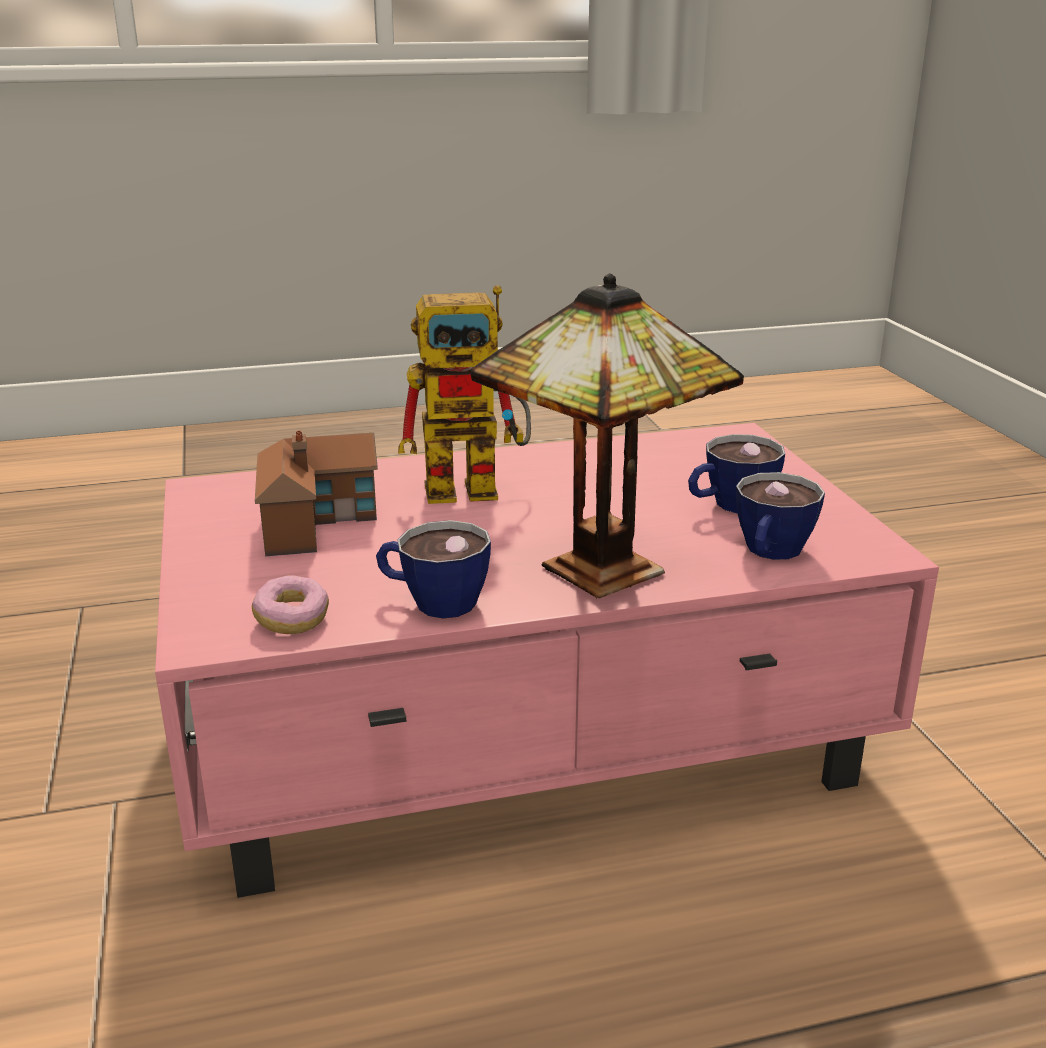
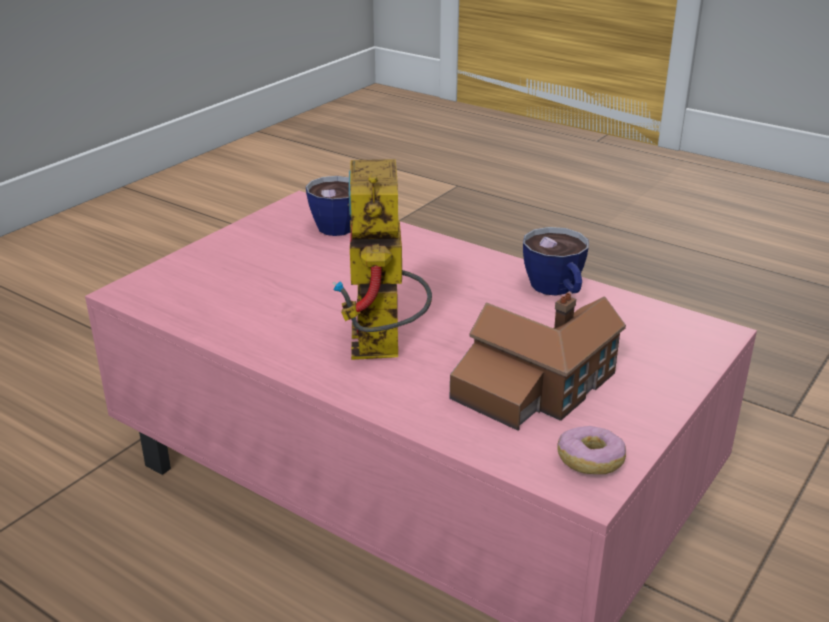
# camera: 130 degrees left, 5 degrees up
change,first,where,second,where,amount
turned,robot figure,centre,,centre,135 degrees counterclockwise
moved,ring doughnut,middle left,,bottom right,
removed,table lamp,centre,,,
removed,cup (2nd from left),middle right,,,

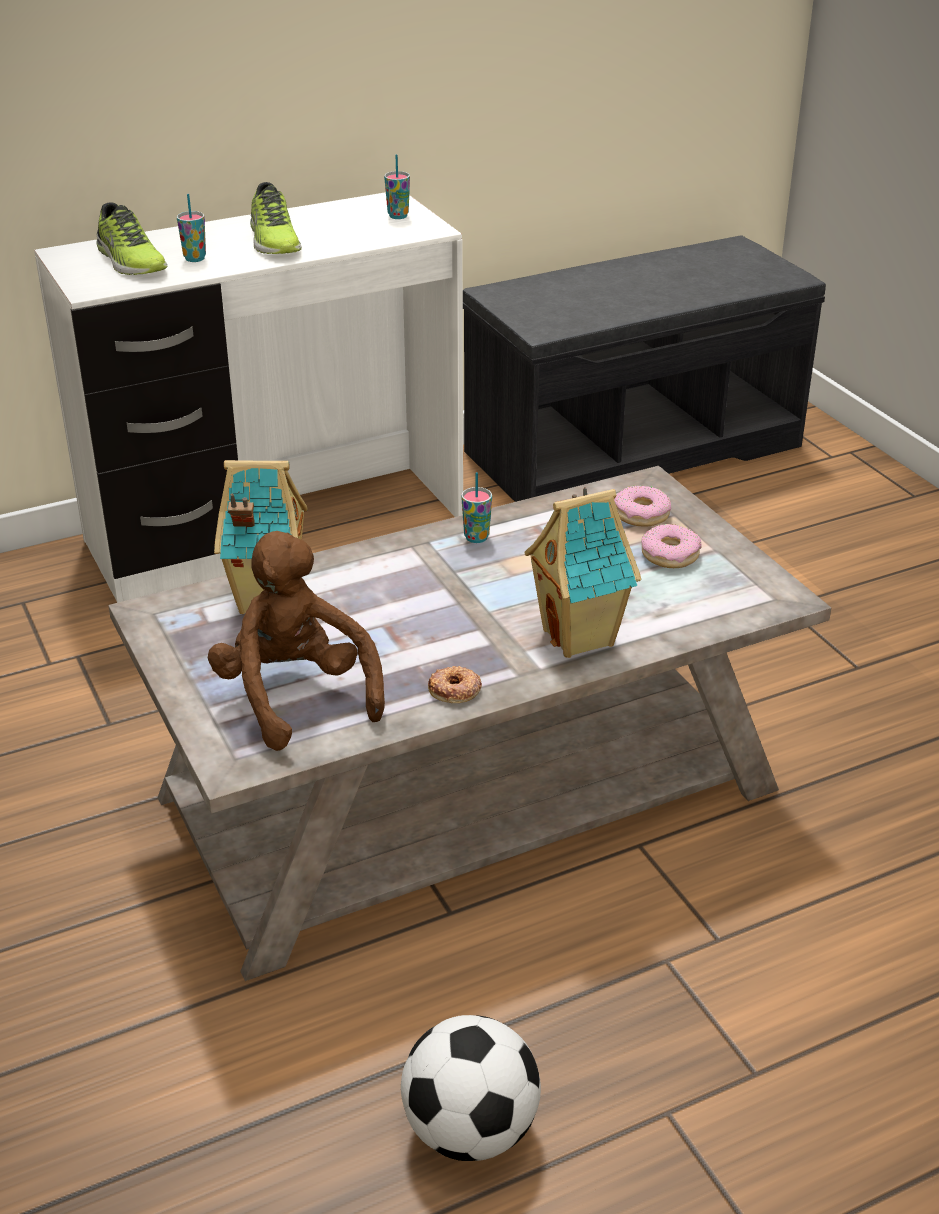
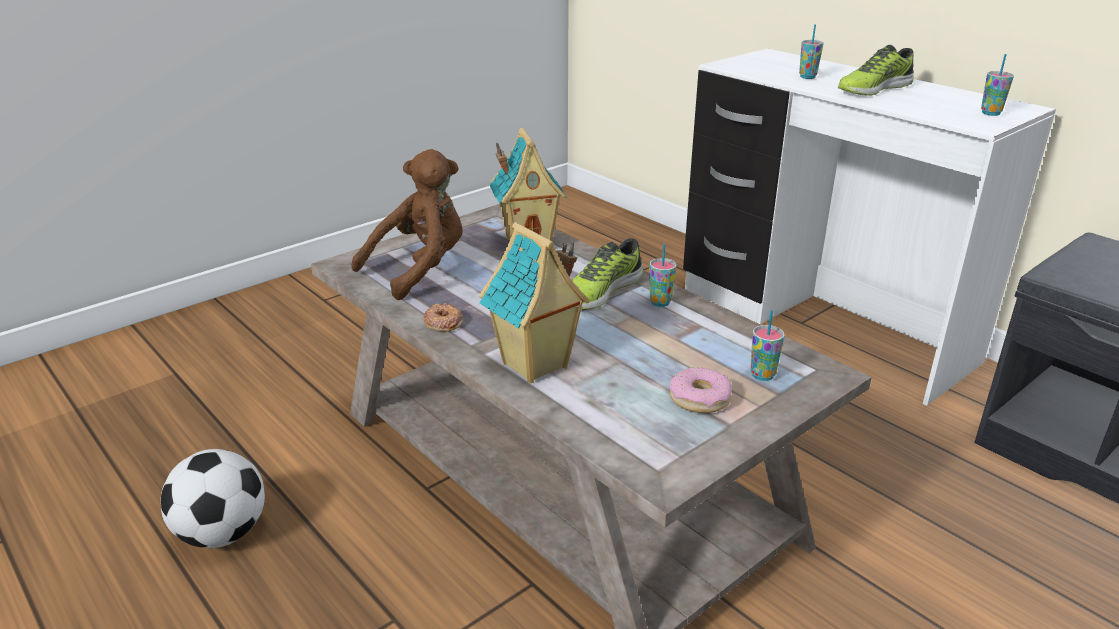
# camera: 75 degrees right, 5 degrees down
change,first,where,second,where,amount
moved,item of footwear (1st from left),top left,,centre,
replaced,ring doughnut (2nd from left),middle right,cup (2nd from left),middle right,

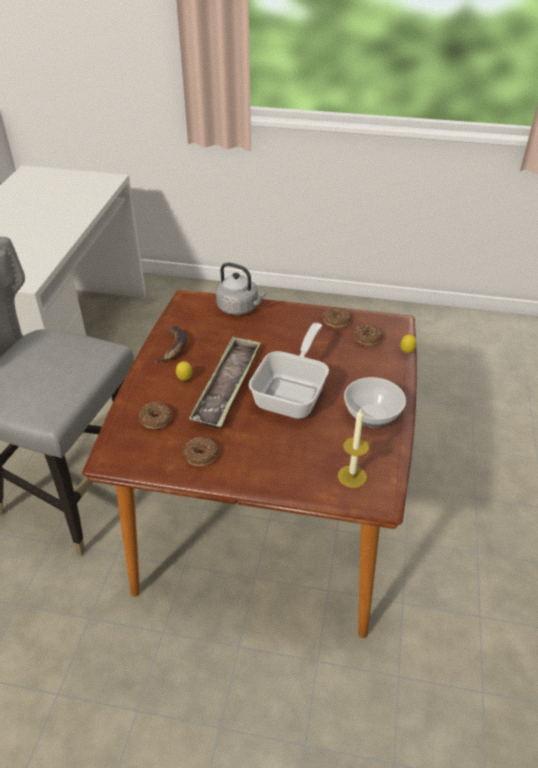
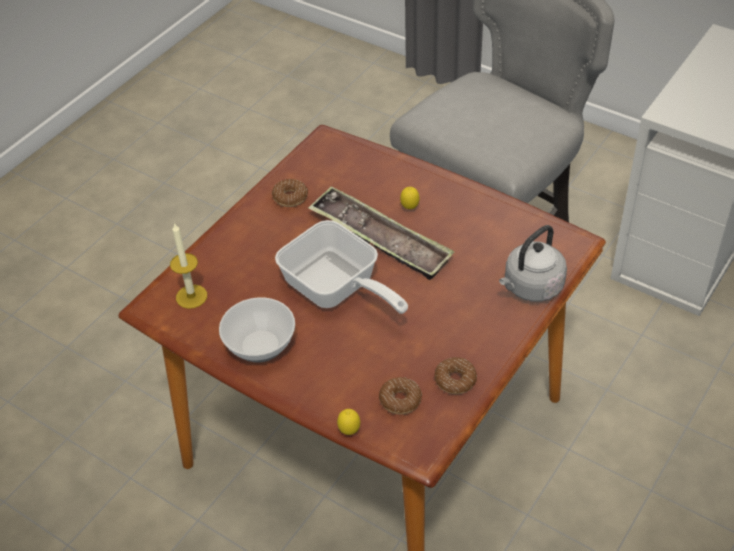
# camera: 115 degrees right, 5 degrees up
change,first,where,second,where,amount
removed,ring doughnut (1st from left),middle left,,,
removed,banana fruit,middle left,,,

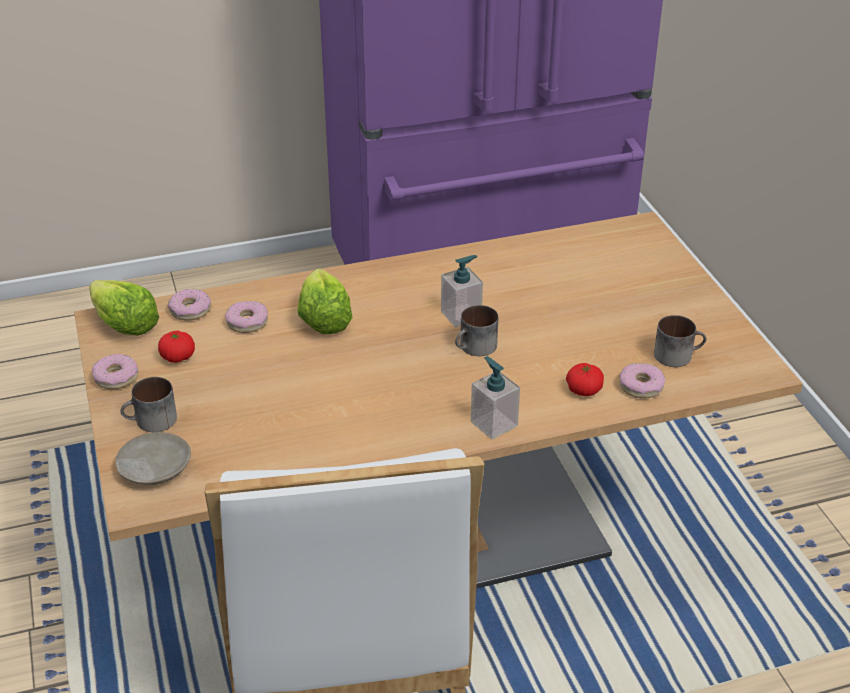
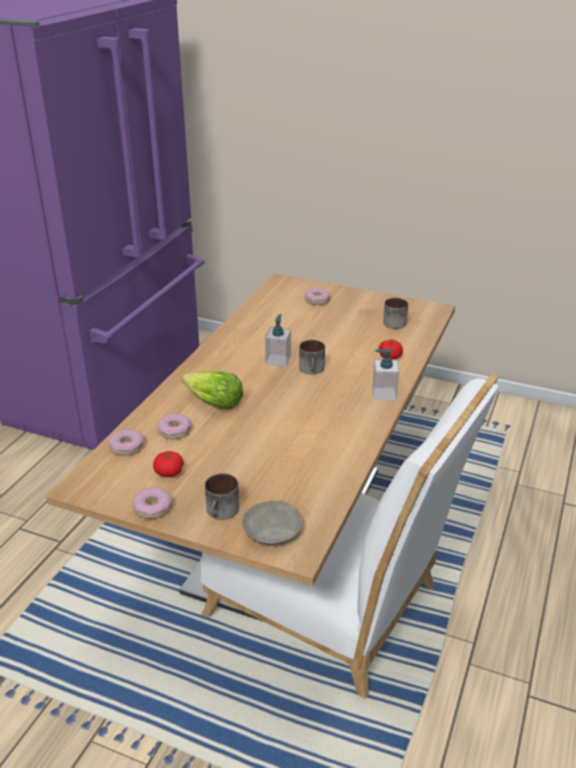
# camera: 50 degrees left, 5 degrees down
change,first,where,second,where,amount
moved,ring doughnut (4th from left),middle right,,centre,
removed,head of lettuce (1st from left),middle left,,,

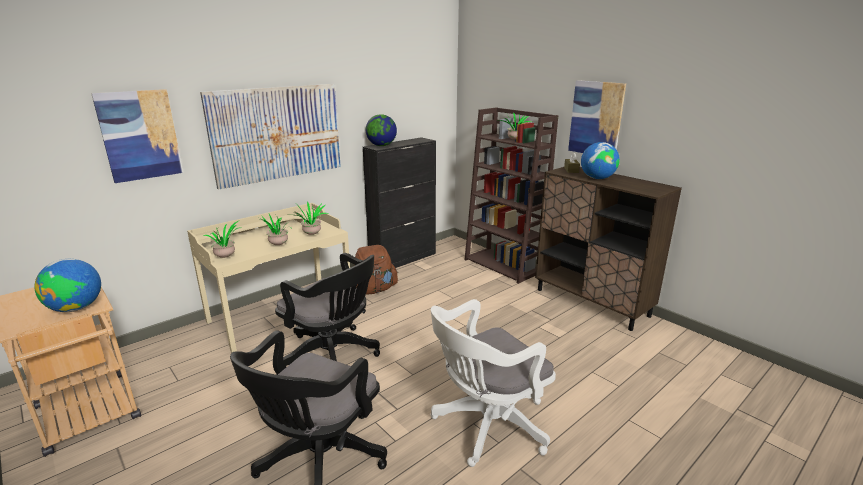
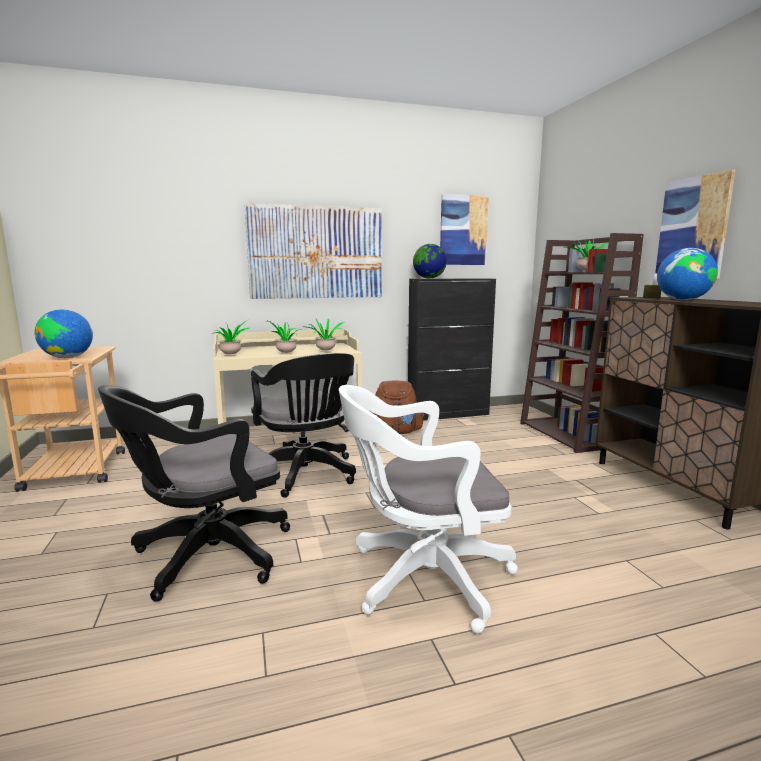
# camera: 25 degrees right, 10 degrees down
change,first,where,second,where,amount
moved,picture (1st from left in the first image),top left,picture (2nd from left),top centre,

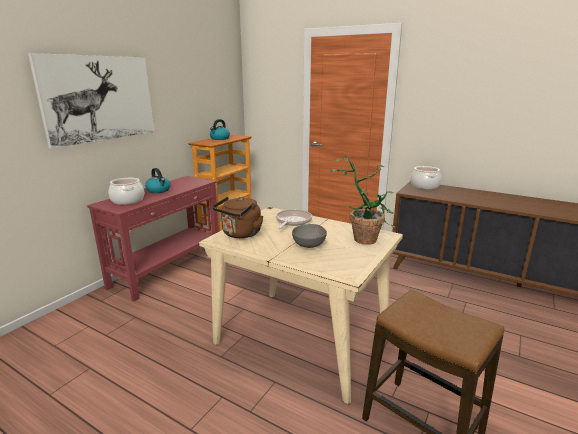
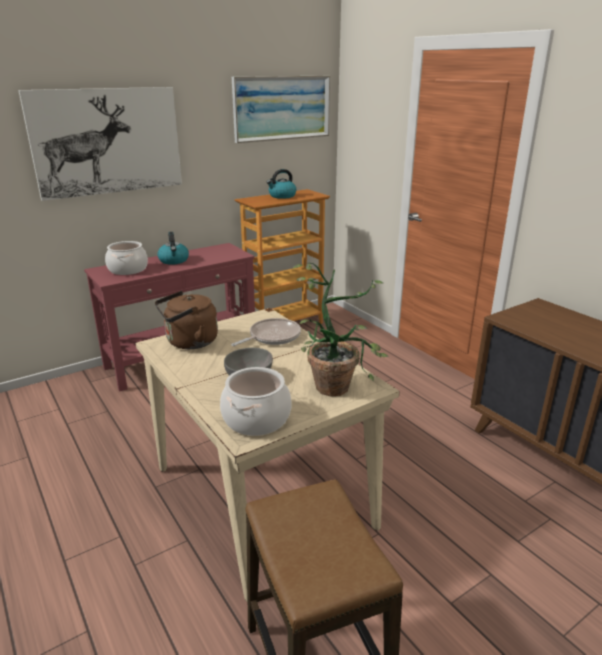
# camera: 25 degrees right, 5 degrees up
change,first,where,second,where,amount
moved,saucepot (2nd from left),middle right,,centre,
added,,,picture (2nd from left),top centre,

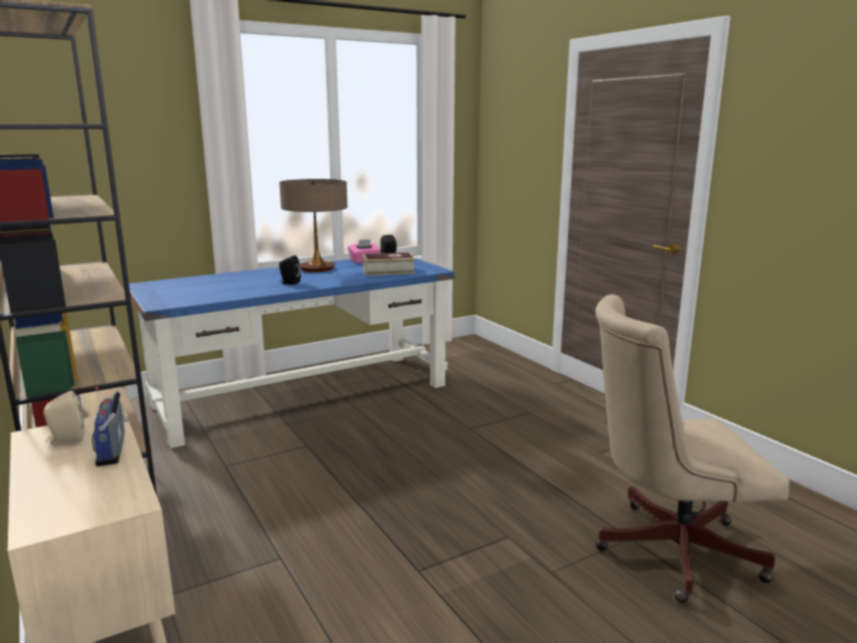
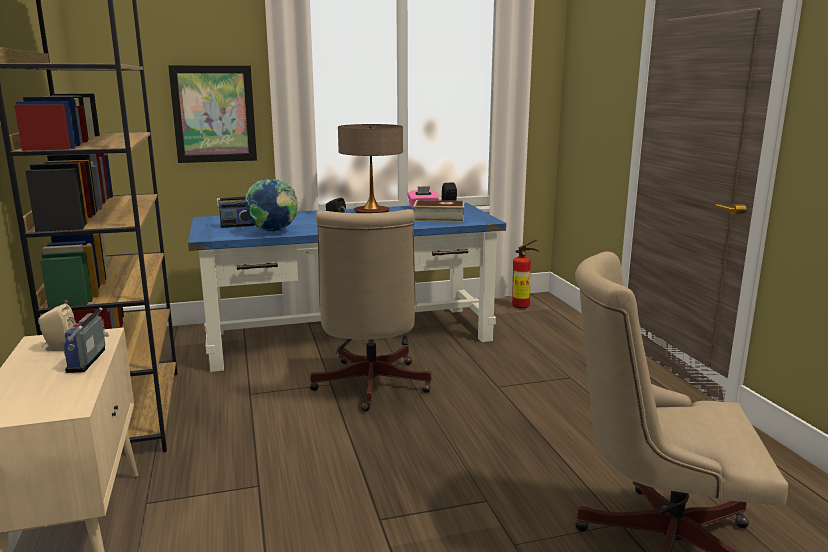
# camera: 15 degrees right, 0 degrees up
change,first,where,second,where,amount
added,,,picture,top left,
added,,,radio set (2nd from left),middle left,
added,,,desk globe,middle left,
added,,,desk chair (beige) (1st from left),centre,
added,,,fire extinguisher,centre,

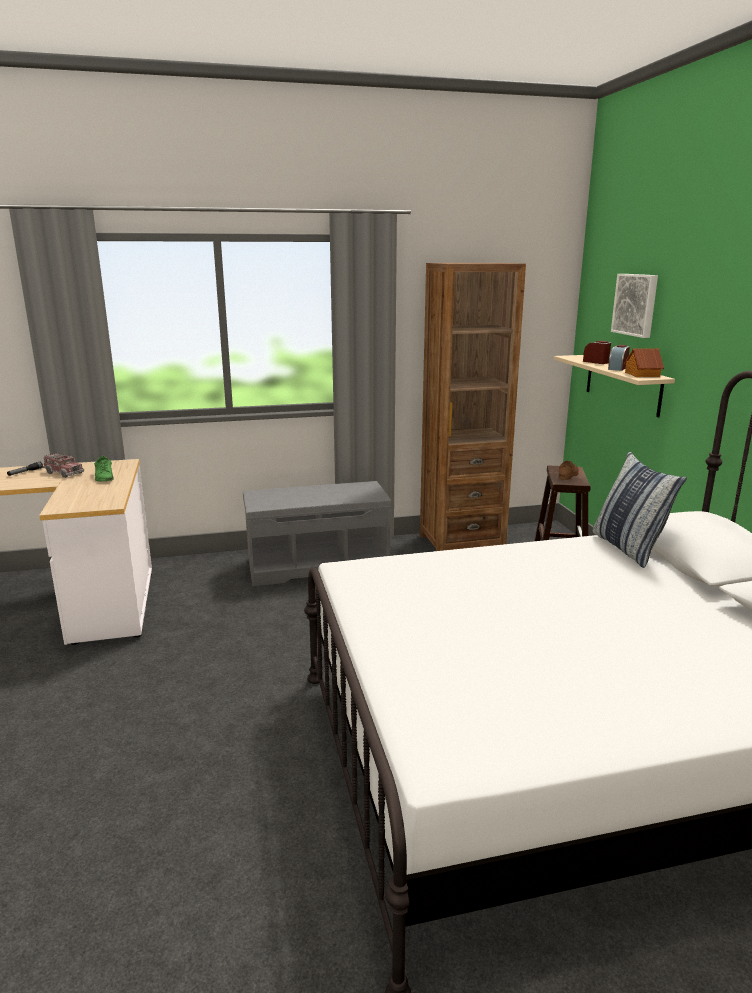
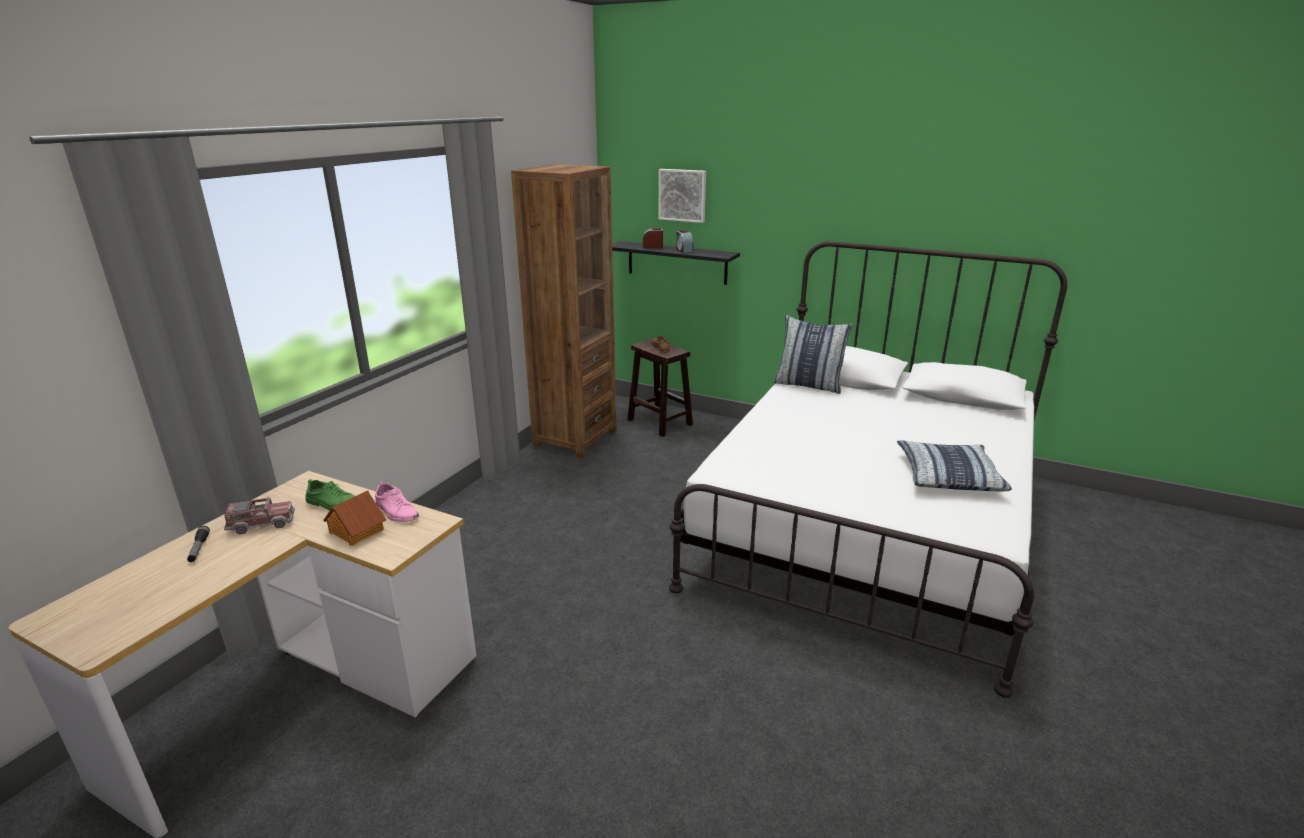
# camera: 50 degrees left, 5 degrees up
change,first,where,second,where,amount
moved,miniature house,middle right,,middle left,
added,,,item of footwear (pink-coloured),middle left,
recoloured,wall shelf (beige),middle right,wall shelf (blackish),top centre,
added,,,throw pillow (2nd from left),middle right,
removed,indoor bench (greyish),centre,,,

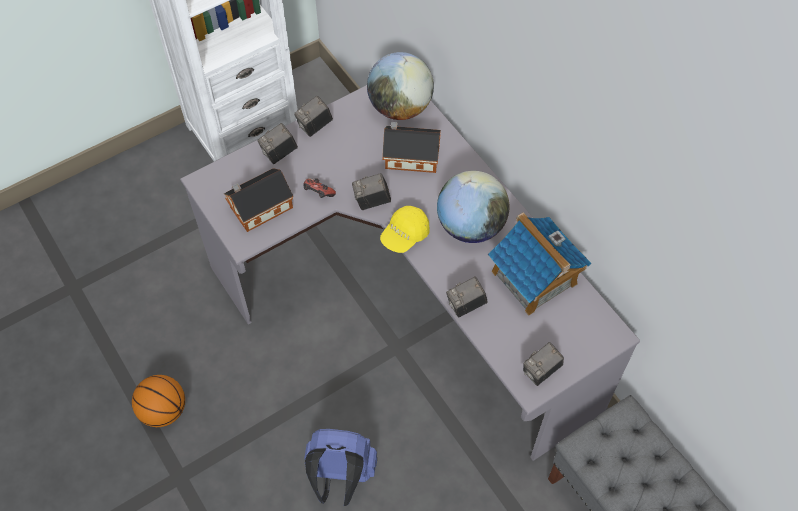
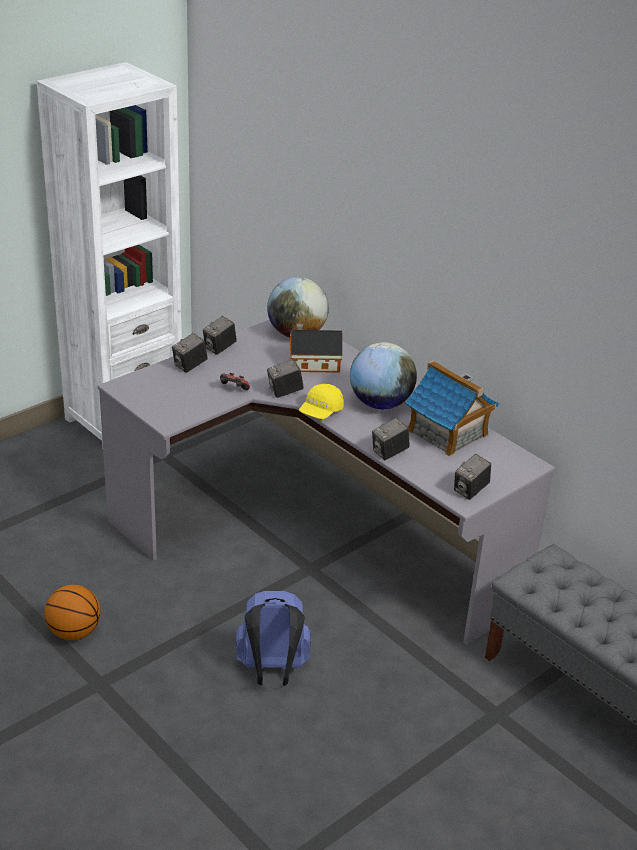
# camera: 10 degrees left, 25 degrees down
change,first,where,second,where,amount
removed,miniature house (1st from left),middle left,,,

